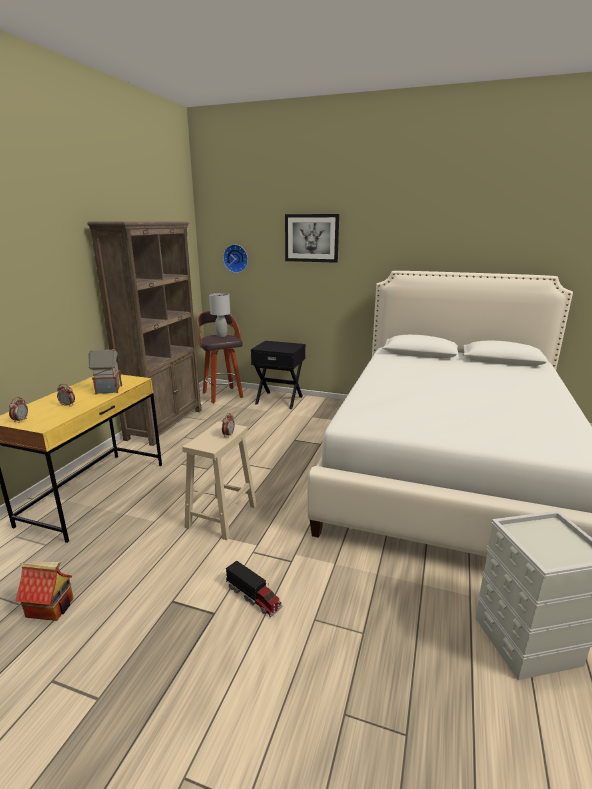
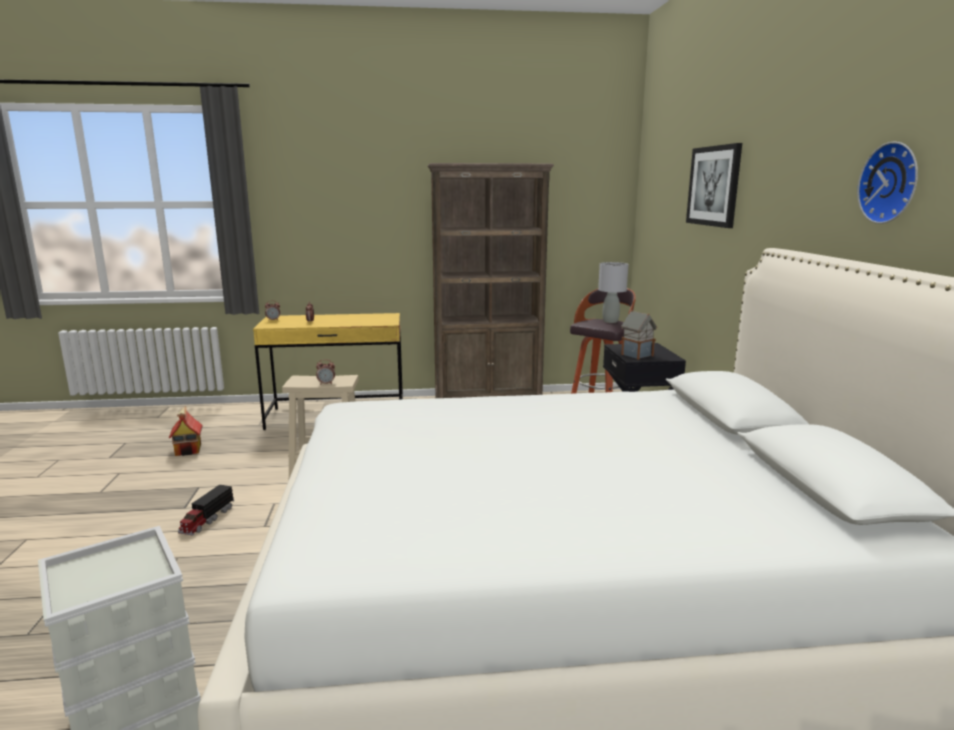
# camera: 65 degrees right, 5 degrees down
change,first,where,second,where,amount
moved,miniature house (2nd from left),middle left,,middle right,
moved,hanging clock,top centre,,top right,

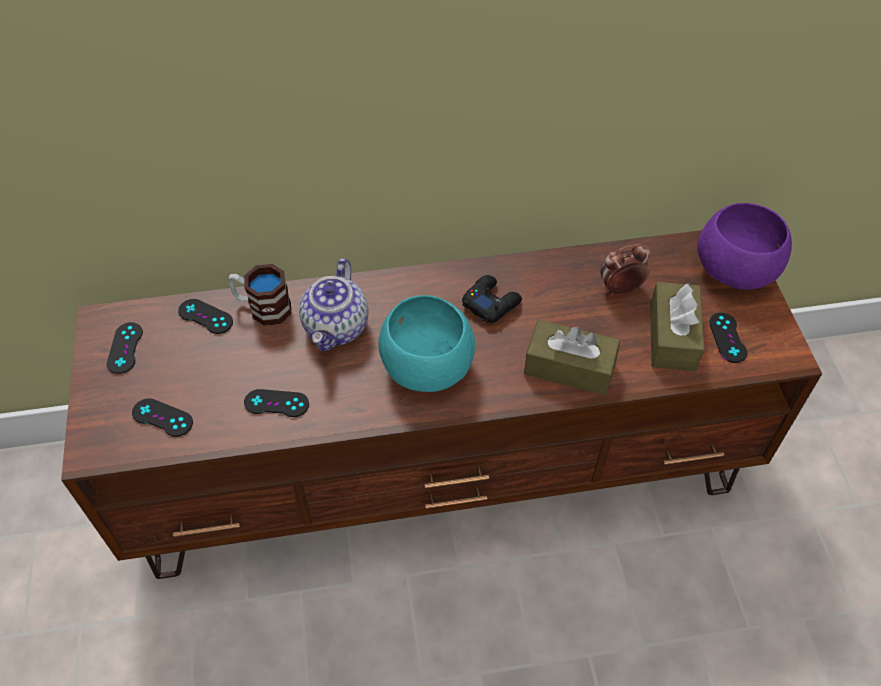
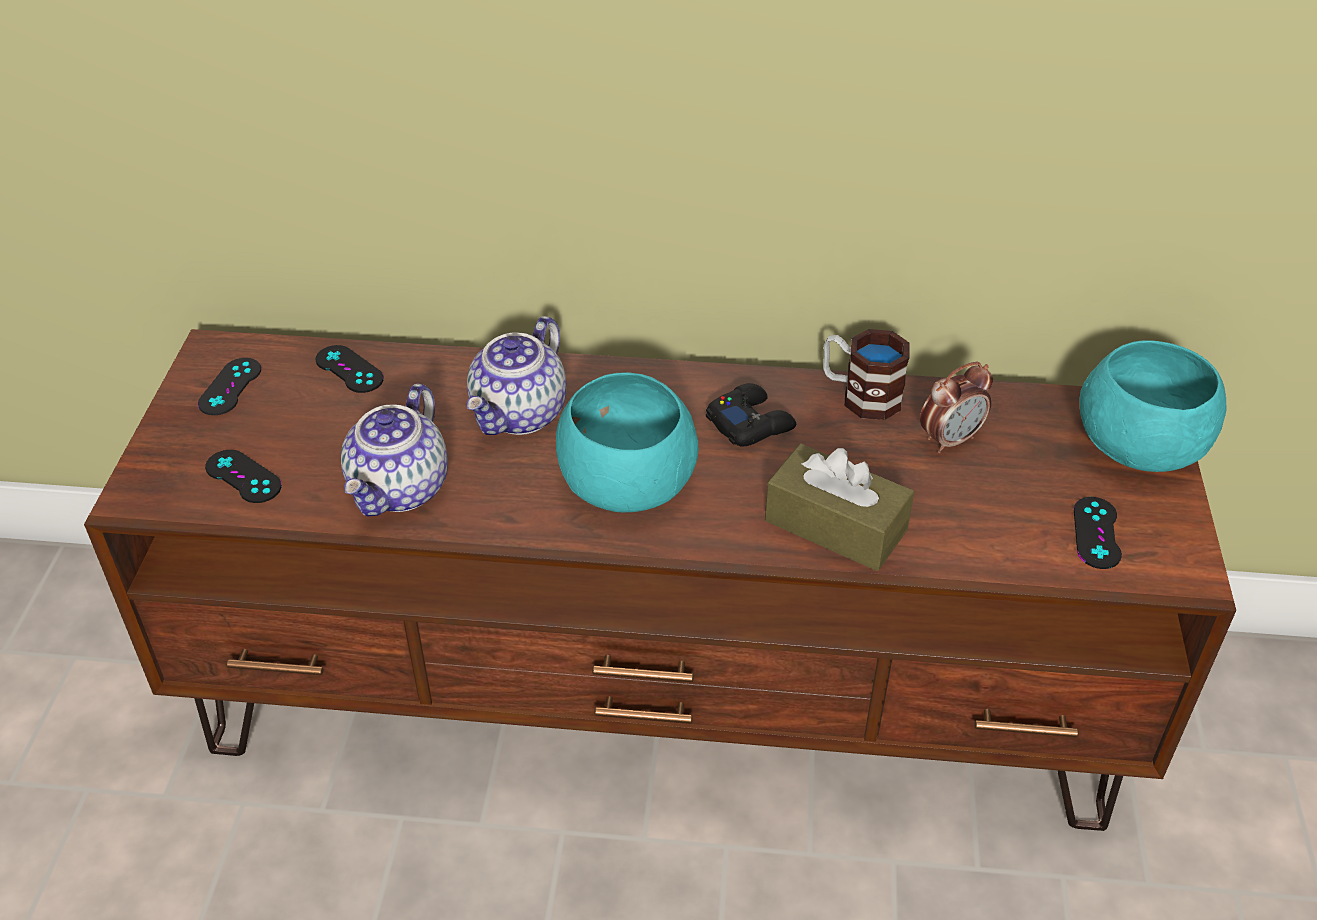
# camera: 15 degrees right, 10 degrees down
change,first,where,second,where,amount
replaced,joypad (blackish) (4th from left),middle left,teapot (1st from left),middle left,
moved,mug,middle left,,centre,
turned,alarm clock,middle right,,middle right,150 degrees clockwise
recoloured,deep dish (purple-coloured),middle right,deep dish (turquoise-coloured) (2nd from left),middle right,
removed,tissue holder (brownish) (2nd from left),middle right,,,

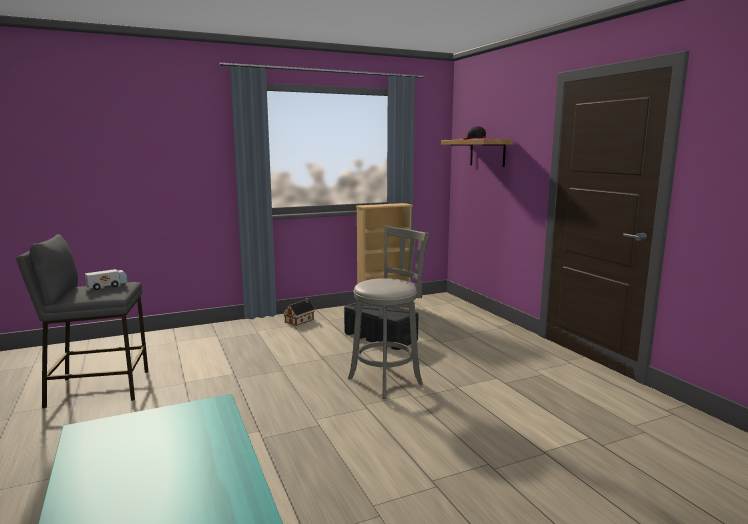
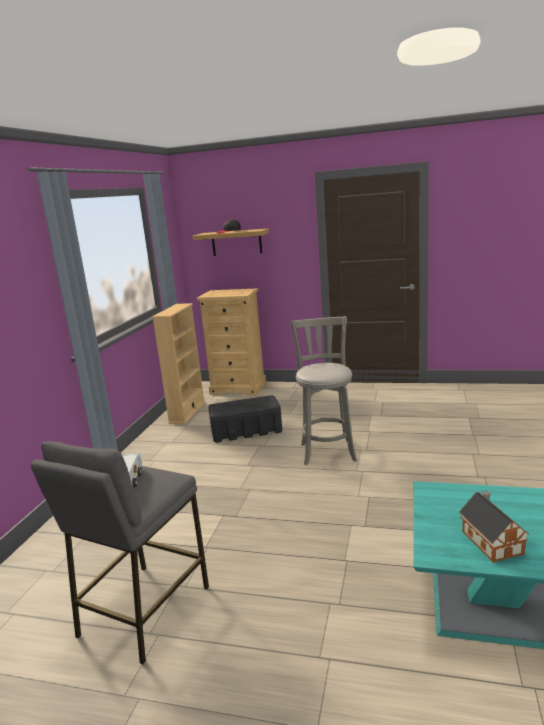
# camera: 50 degrees left, 5 degrees up
change,first,where,second,where,amount
added,,,chest of drawers (beige),centre,
moved,miniature house,centre,,bottom right,

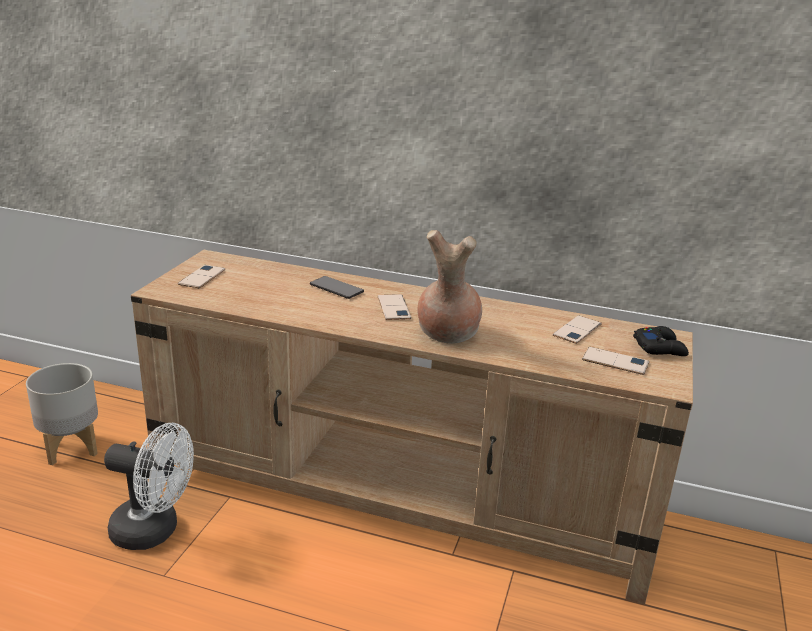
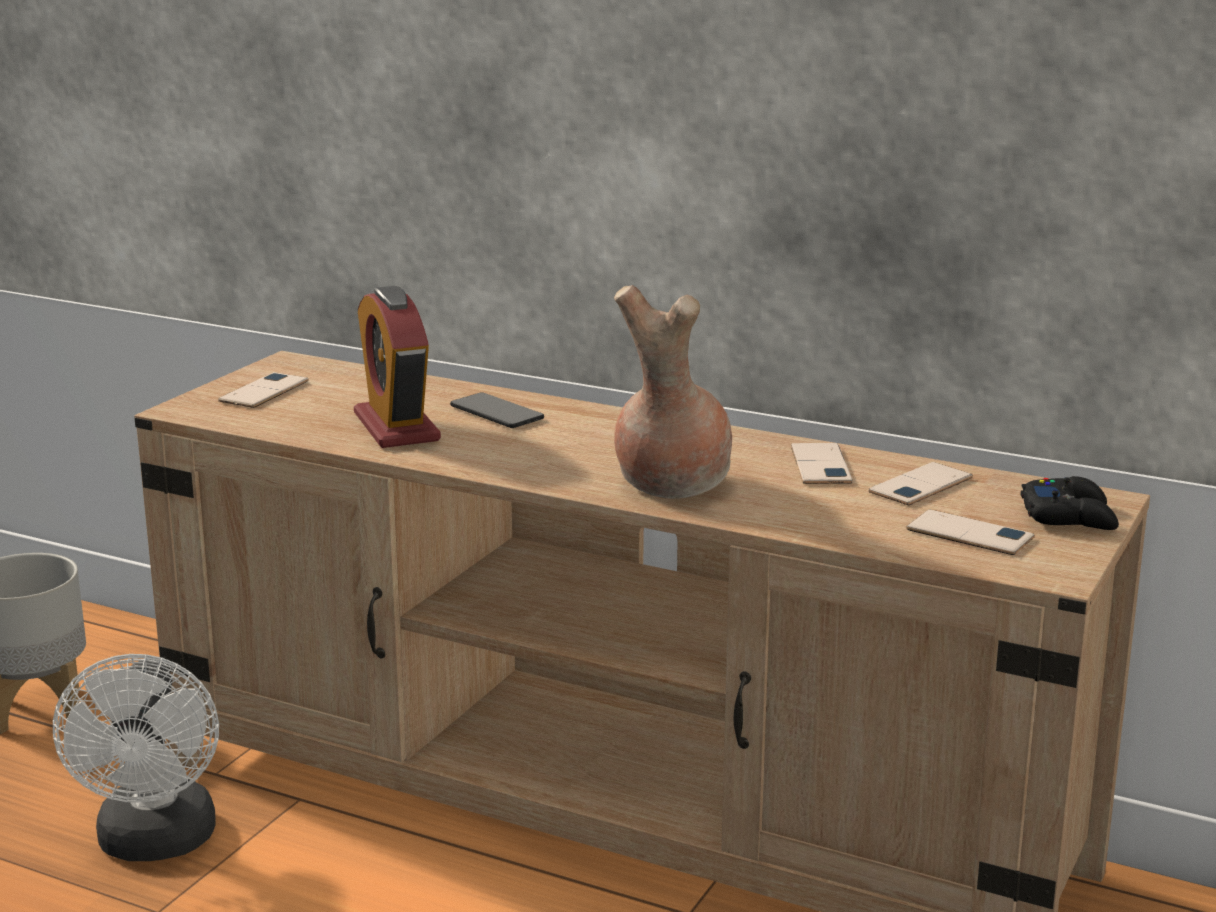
# camera: 10 degrees right, 5 degrees down
change,first,where,second,where,amount
turned,electric fan (whitish),bottom left,,bottom left,60 degrees clockwise
added,,,alarm clock,middle left,
moved,phone (3rd from left),centre,,middle right,

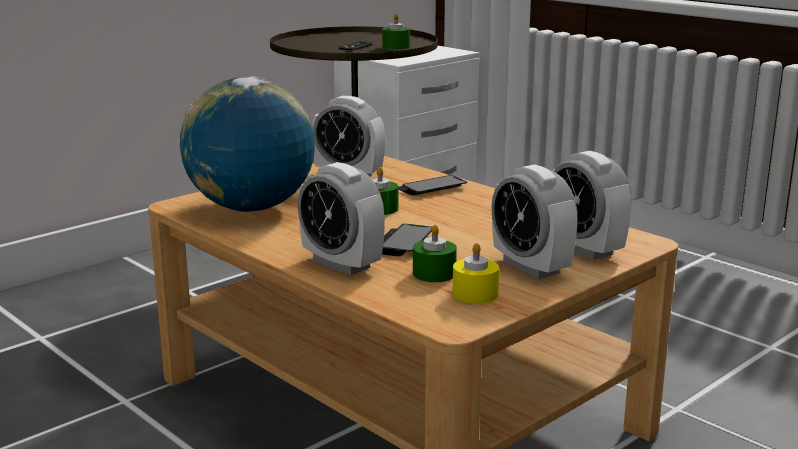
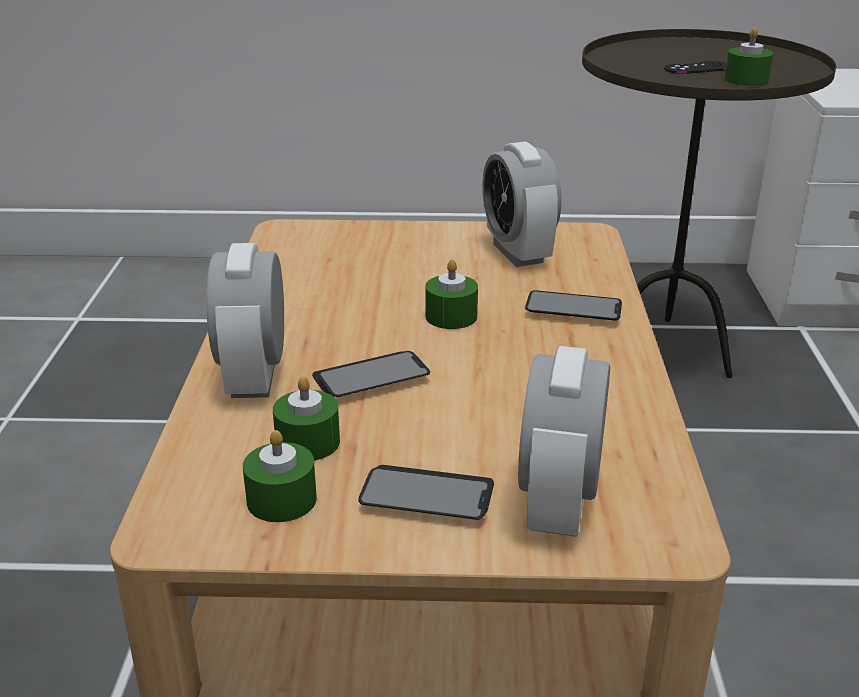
# camera: 45 degrees right, 10 degrees up
change,first,where,second,where,amount
recoloured,wax light (yellow-coloured),centre,wax light (green-coloured) (1st from left),bottom left,
replaced,alarm clock (3rd from left),middle right,phone (2nd from left),bottom centre,
removed,desk globe,top left,,,

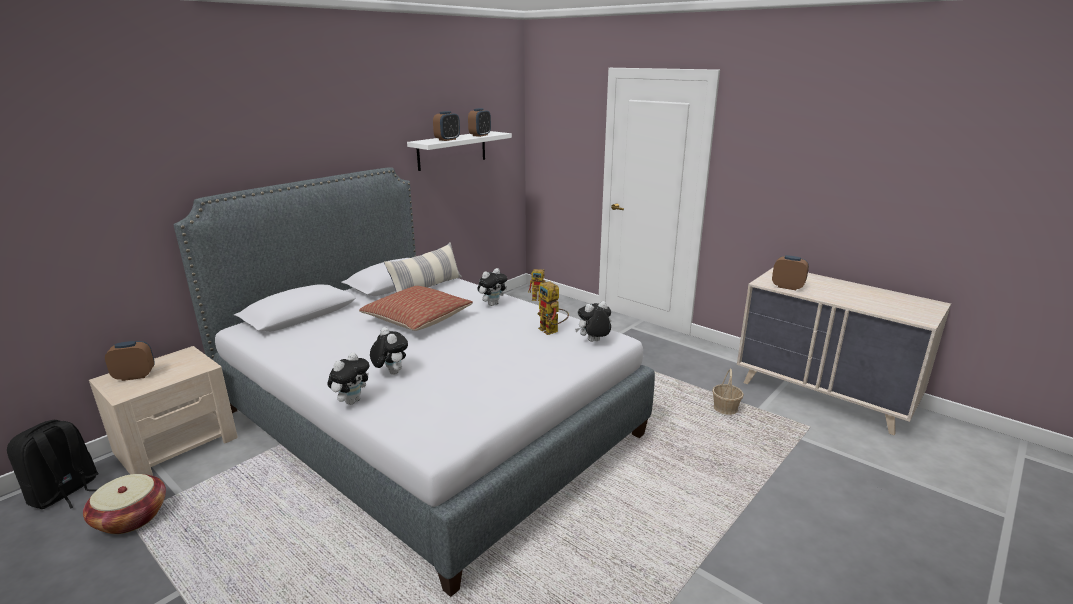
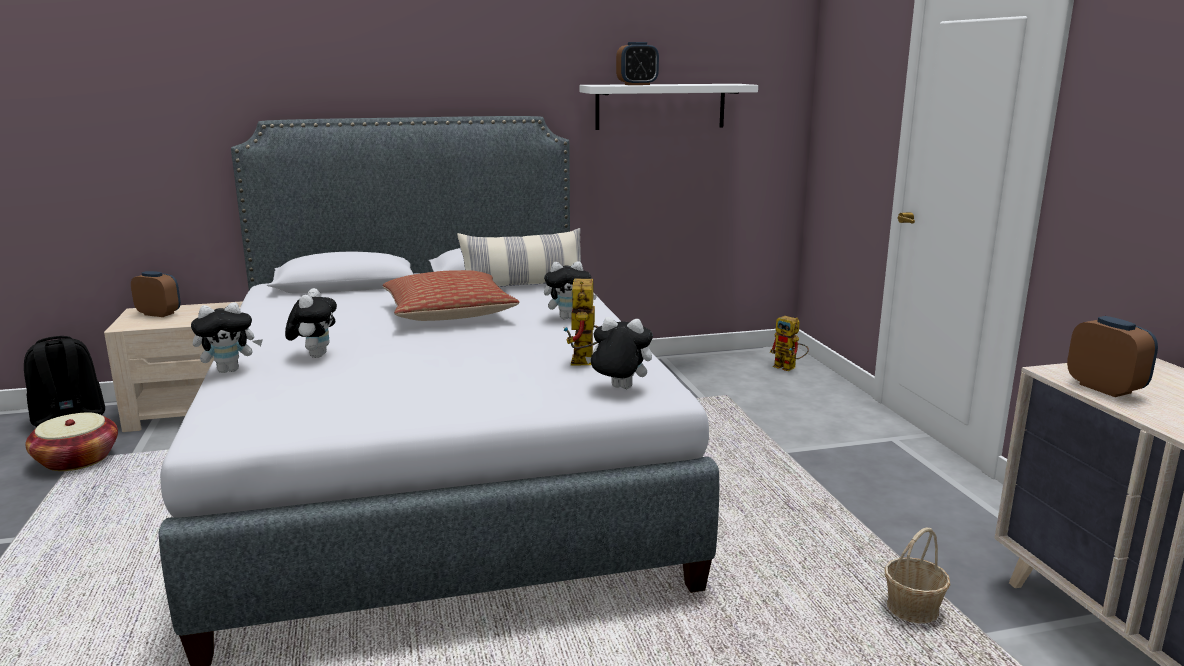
# camera: 35 degrees right, 5 degrees down
change,first,where,second,where,amount
removed,alarm clock (3rd from left),top centre,,,

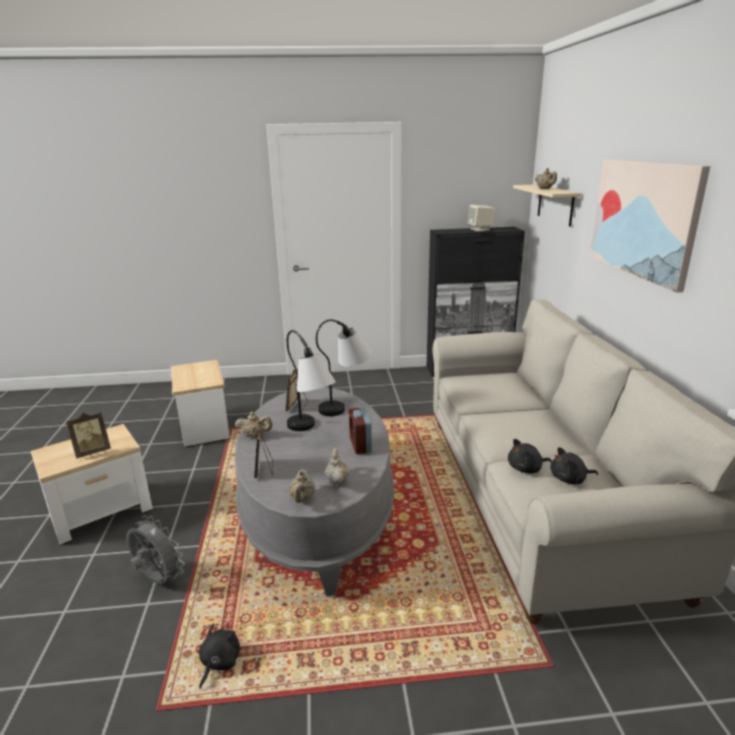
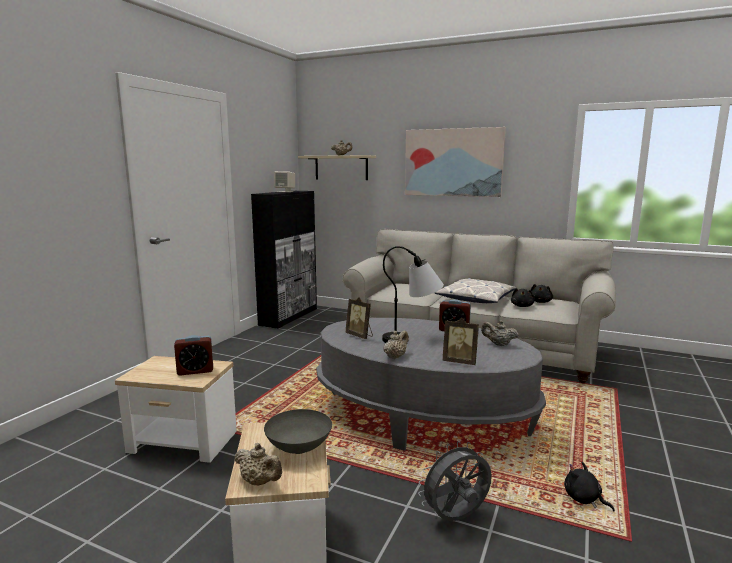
# camera: 60 degrees left, 10 degrees down
change,first,where,second,where,amount
added,,,alarm clock (1st from left),middle left,
moved,teapot (beige) (2nd from left in the first image),centre,teapot (beige) (1st from left),bottom centre,
replaced,picture frame (1st from left),middle left,deep dish (greyish),bottom centre,
added,,,throw pillow,centre,
removed,table lamp (2nd from left),centre,,,

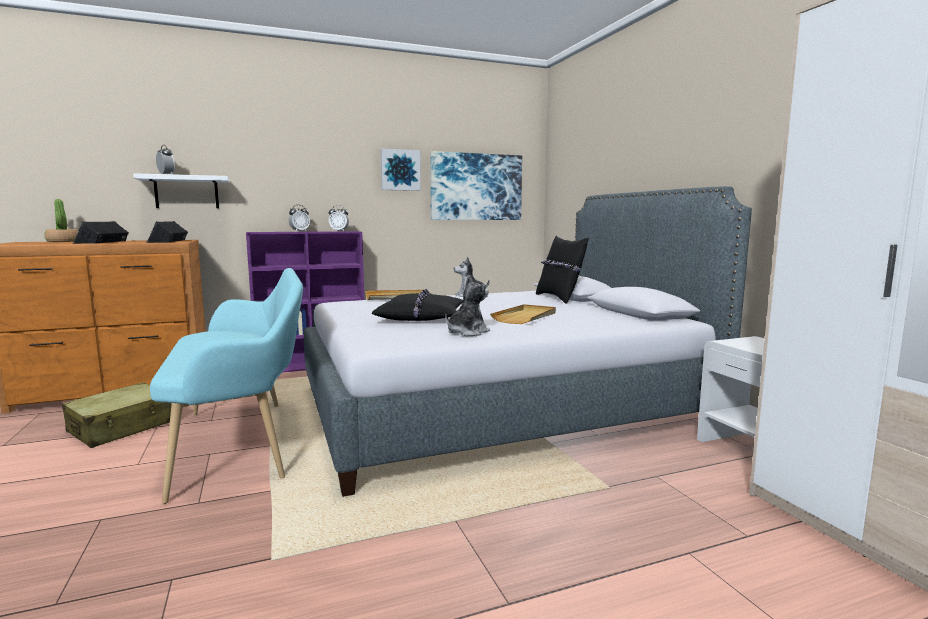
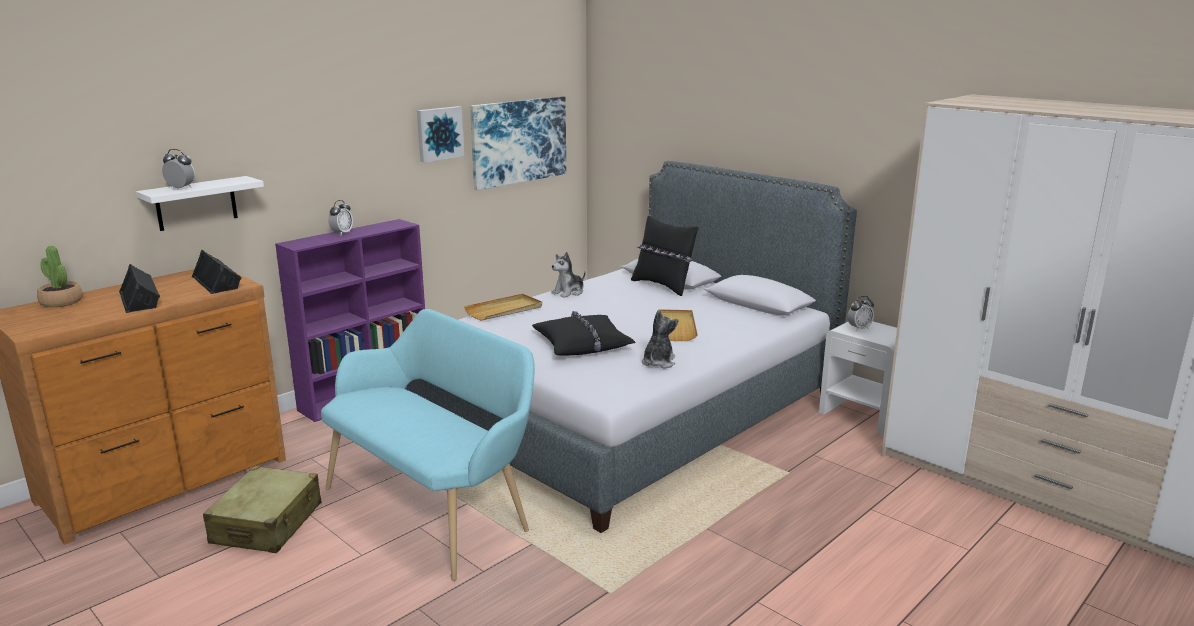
# camera: 25 degrees left, 10 degrees up
change,first,where,second,where,amount
moved,alarm clock (3rd from left),centre,,middle right,

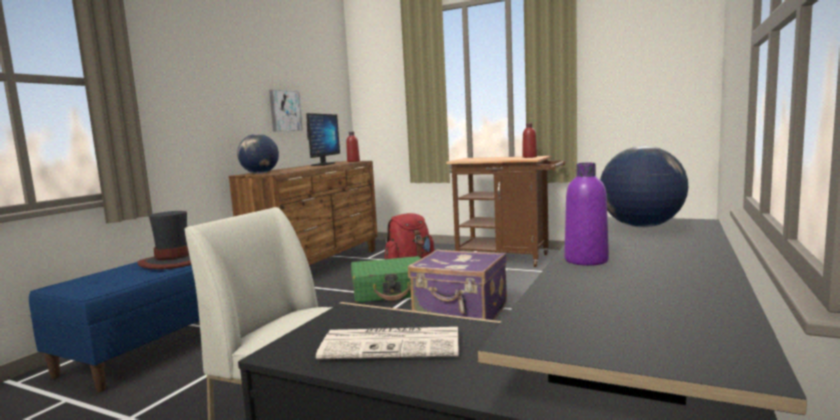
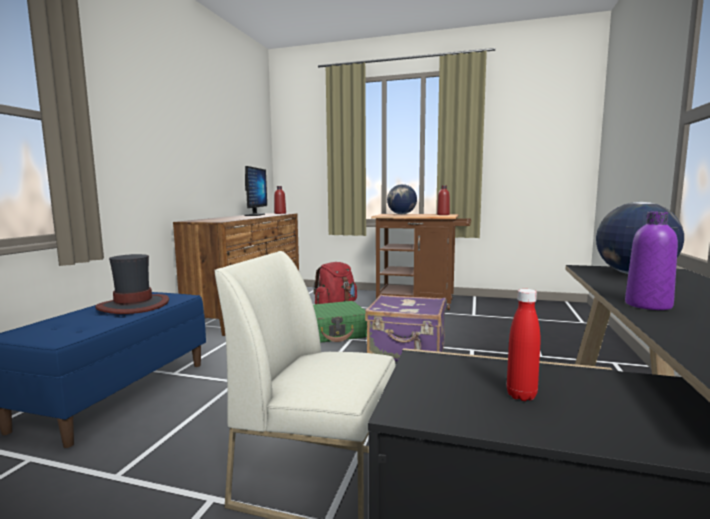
# camera: 10 degrees left, 0 degrees up
change,first,where,second,where,amount
moved,desk globe (1st from left),middle left,,centre,
replaced,newspaper,bottom centre,beverage bottle (red-coloured) (3rd from left),middle right,
removed,picture,top centre,,,

